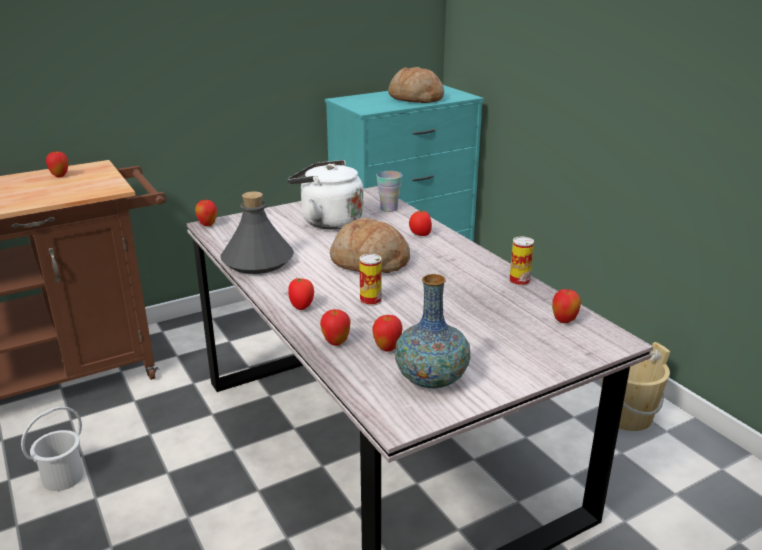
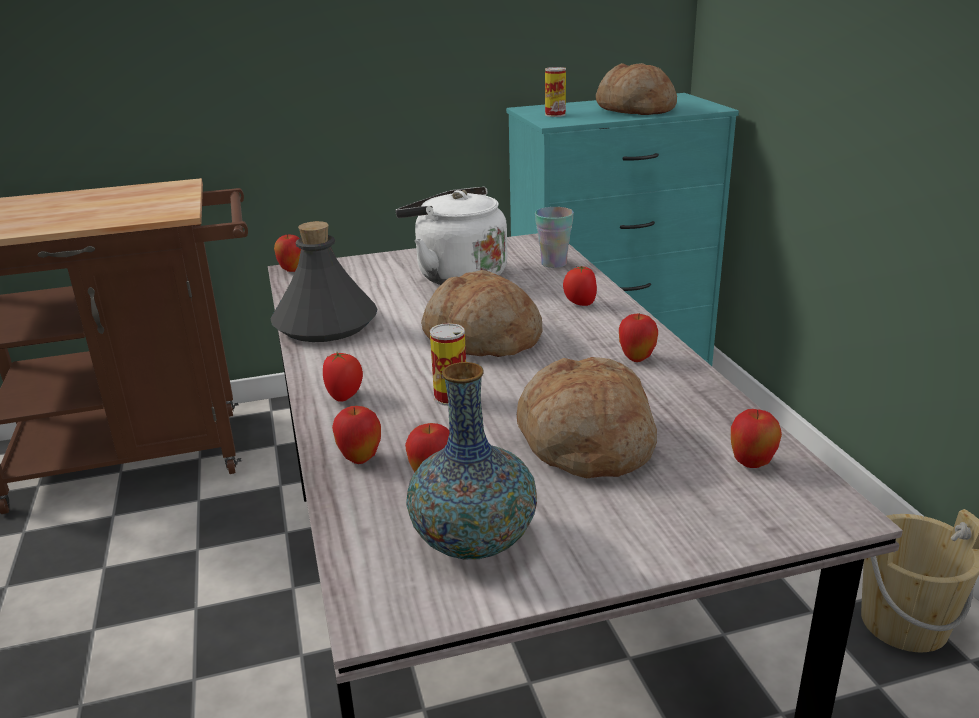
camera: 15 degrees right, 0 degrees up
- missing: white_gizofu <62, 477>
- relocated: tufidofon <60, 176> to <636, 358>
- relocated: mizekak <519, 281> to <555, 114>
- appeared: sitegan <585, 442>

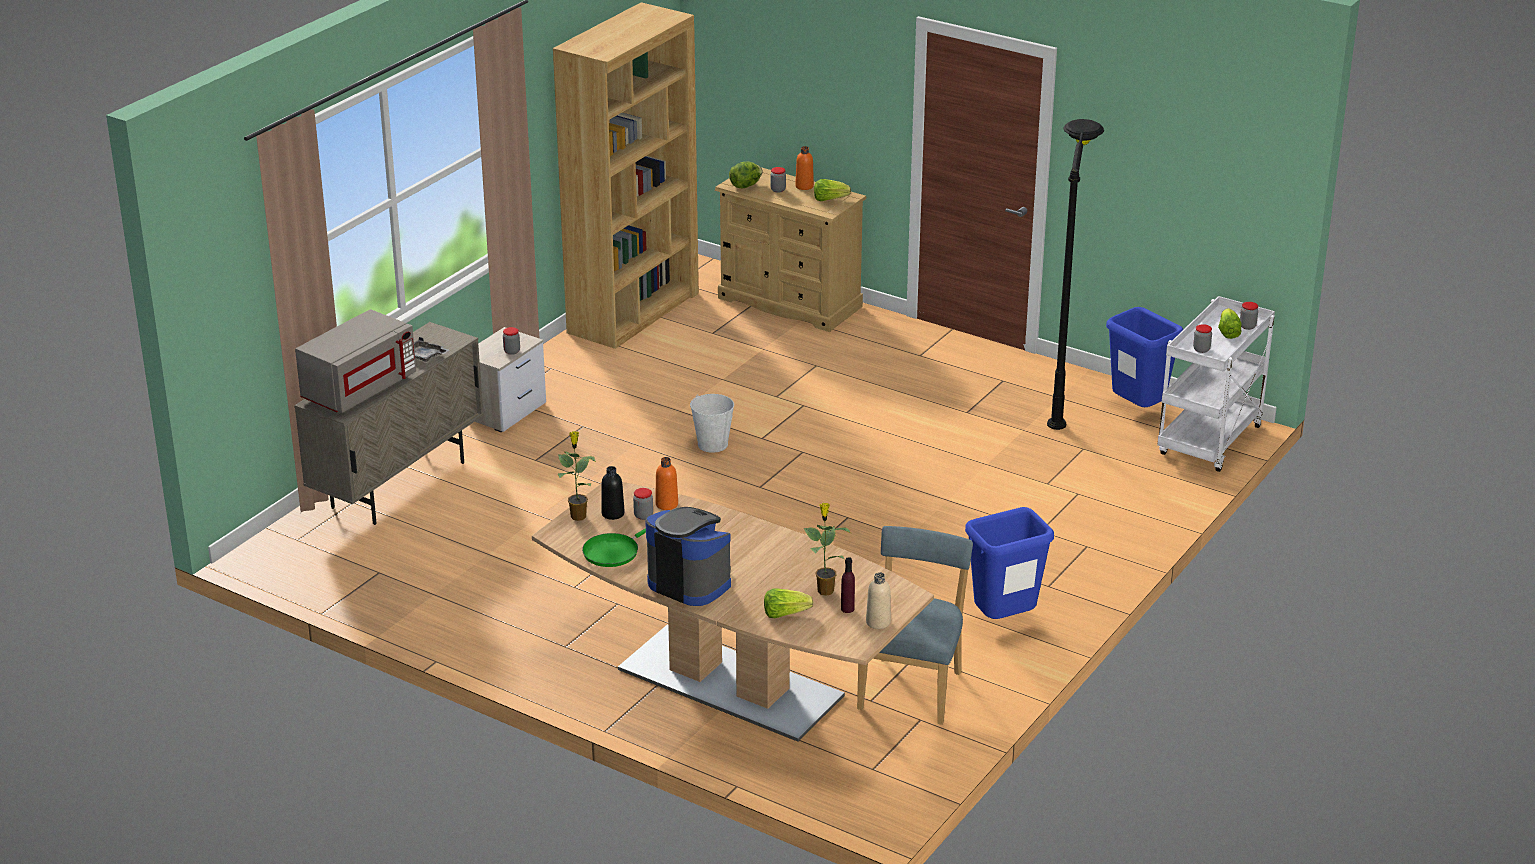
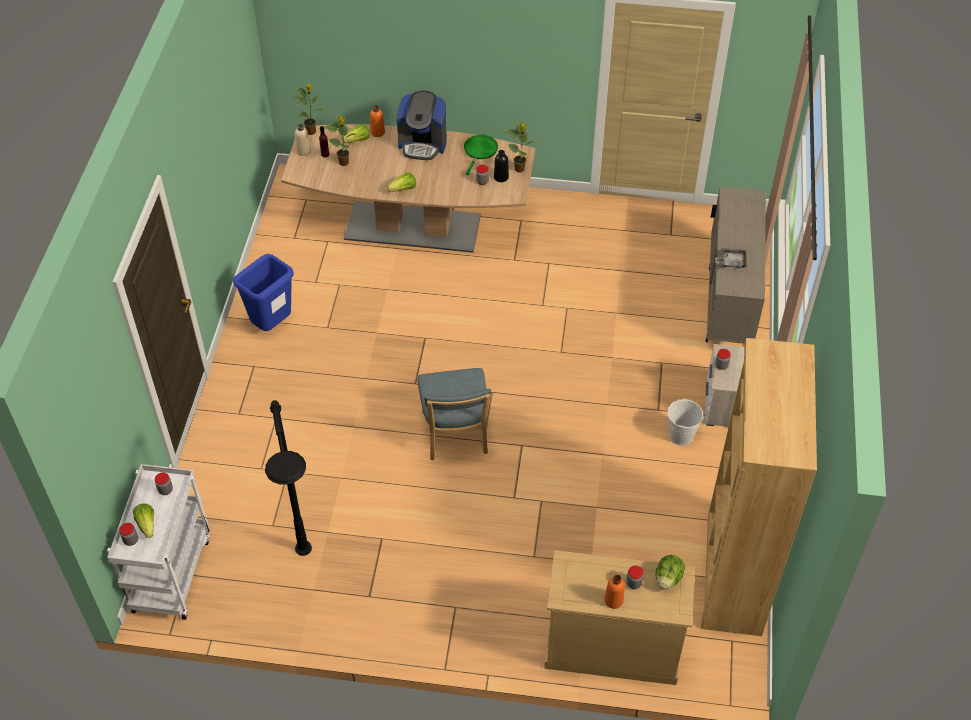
camera: 155 degrees right, 20 degrees up
- missing: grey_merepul <359, 389>
- relocated: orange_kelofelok <666, 504> to <377, 132>
- relocated: white_gizofu <713, 444> to <681, 436>
- relocated: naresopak <829, 199> to <403, 189>
- relocated: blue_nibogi <912, 688> to <455, 436>
- missing: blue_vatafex <1137, 411>
- appeared: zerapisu <311, 131>

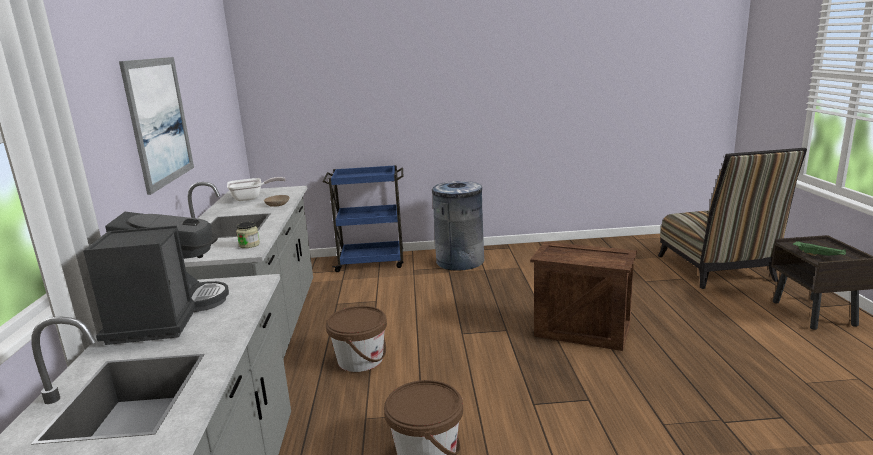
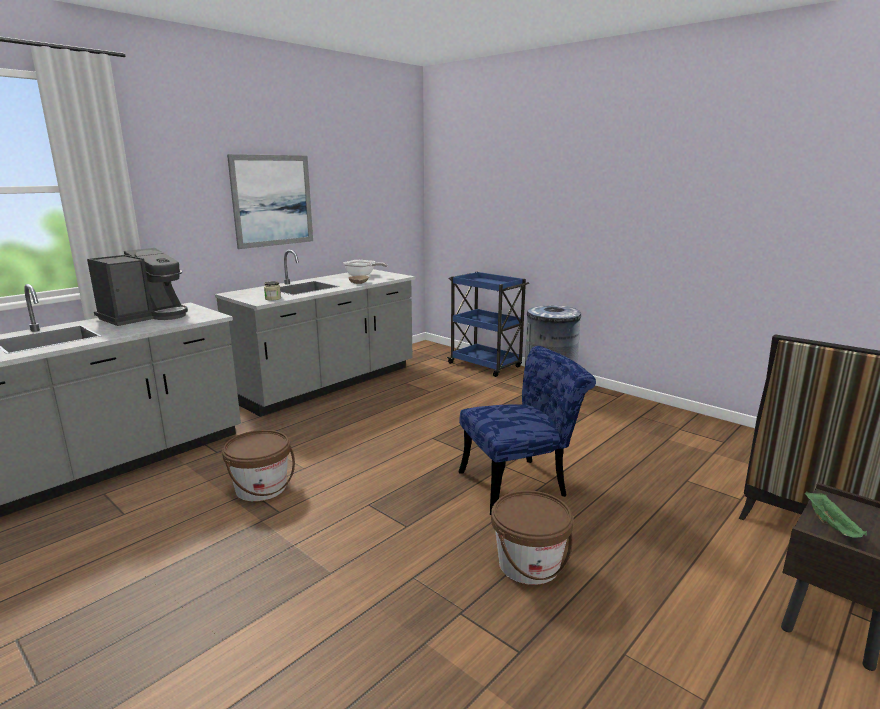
camera: 45 degrees right, 0 degrees up
- relocated: brown_gizofu <360, 360> to <529, 564>
- exchanged: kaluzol <583, 330> to blue_nibogi <521, 484>

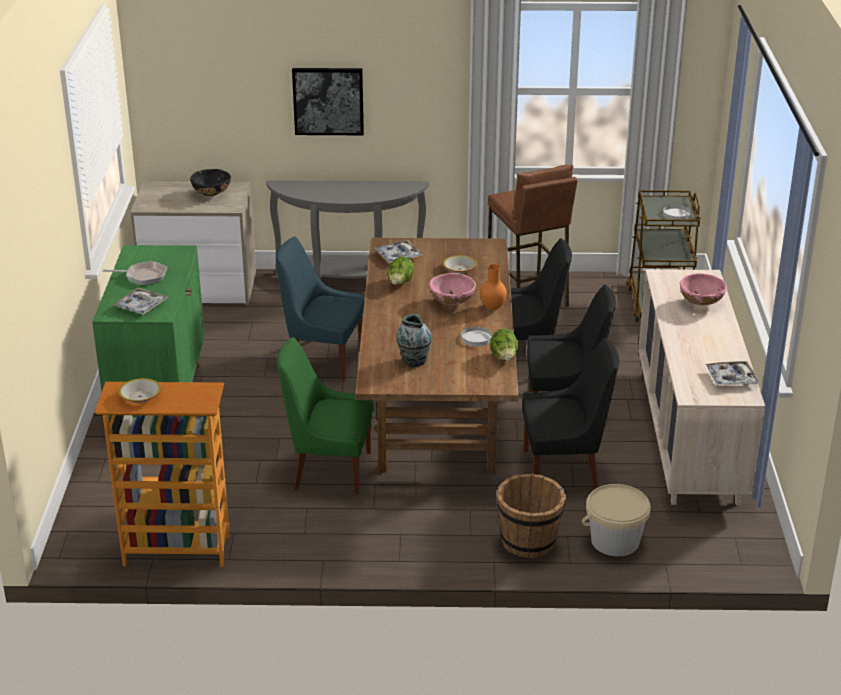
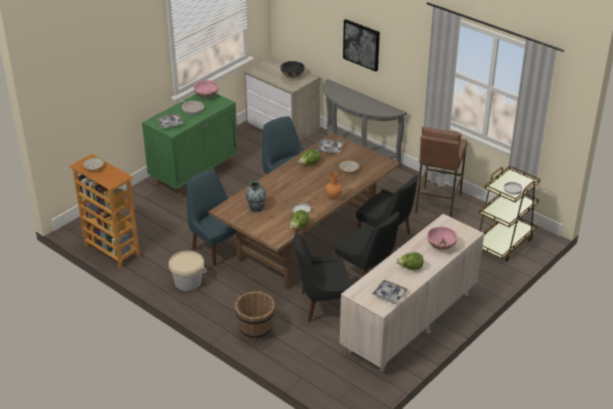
camera: 40 degrees right, 5 degrees up
- colour: green_nibogi <329, 470> to blue_nibogi <218, 248>
- relocated: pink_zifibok <452, 303> to <206, 96>
- spun: black_nibogi <564, 470> = <321, 305> 135 degrees clockwise
- relocated: beige_gizofu <615, 541> to <188, 282>
- appeared: naresopak <410, 268>

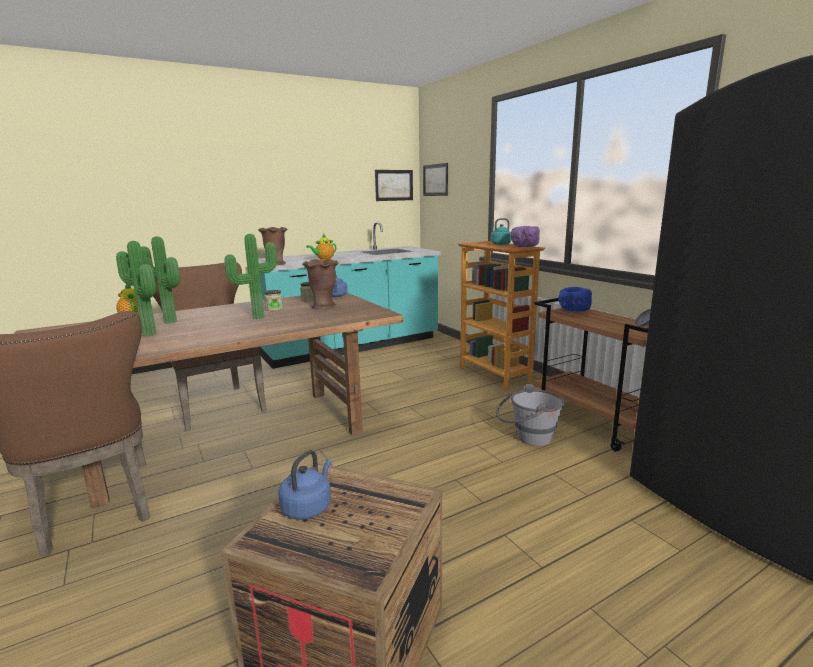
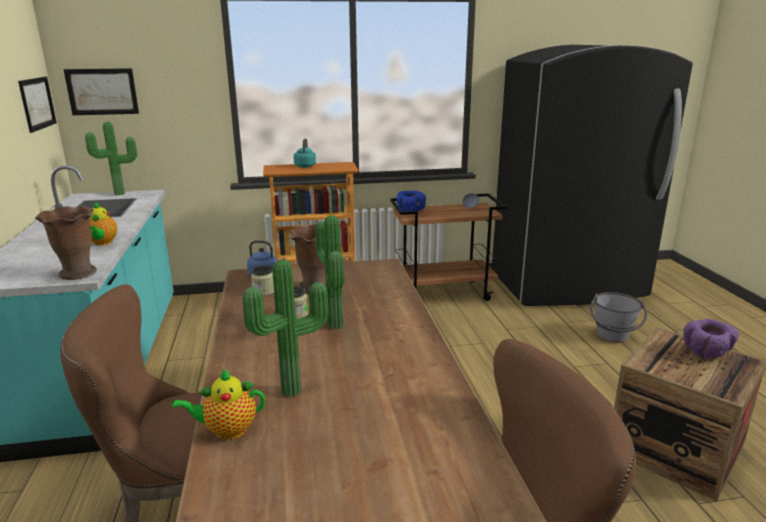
camera: 70 degrees left, 5 degrees up
- relocated: zerapisu <147, 335> to <120, 194>
- missing: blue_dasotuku <308, 507>
- relocated: grey_gizofu <527, 438> to <613, 338>
- relocated: purple_zifibok <524, 246> to <706, 353>

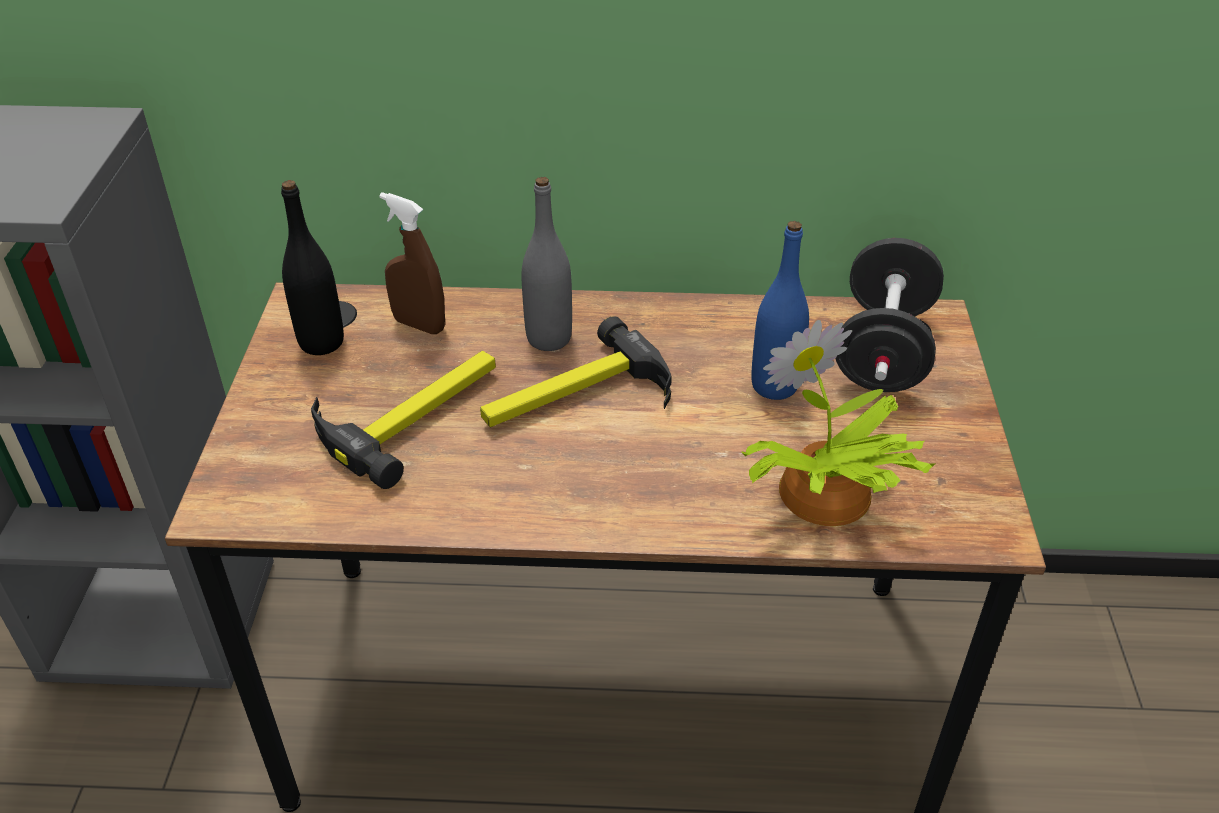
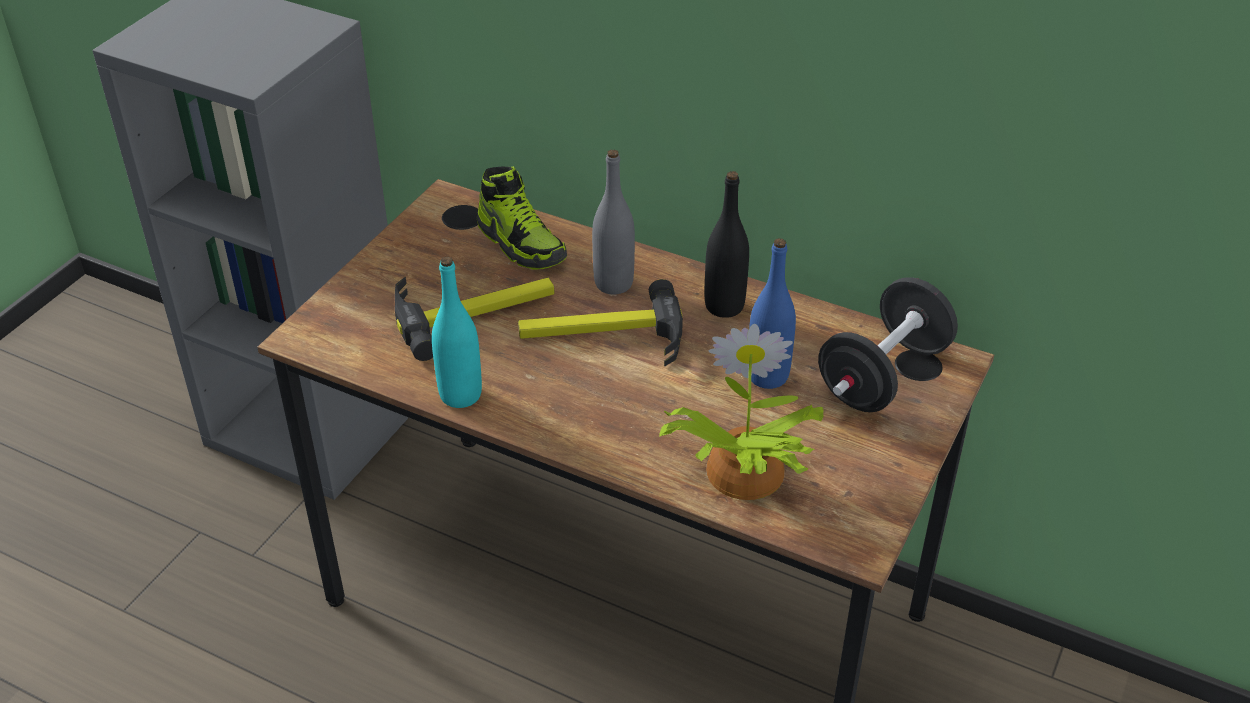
camera: 25 degrees right, 0 degrees up
- relocated: black_kelofelok <321, 342> to <724, 306>
- exchanged: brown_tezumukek <419, 325> to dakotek <521, 243>
- appeared: turquoise_kelofelok <460, 395>

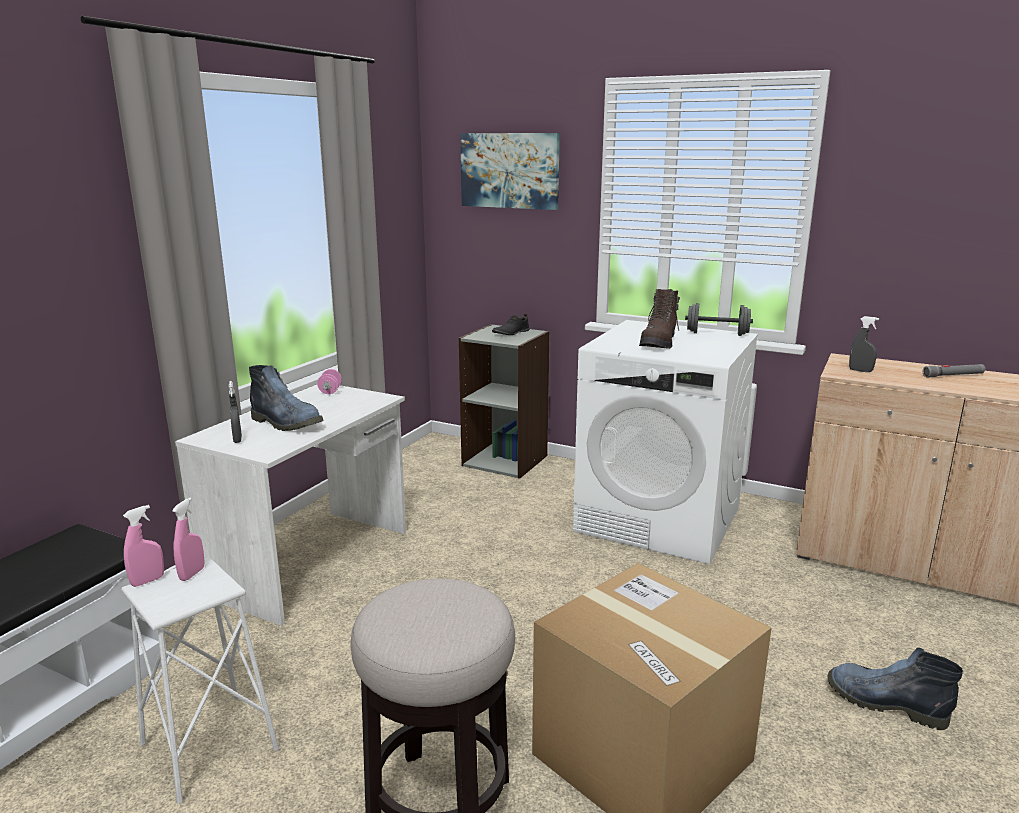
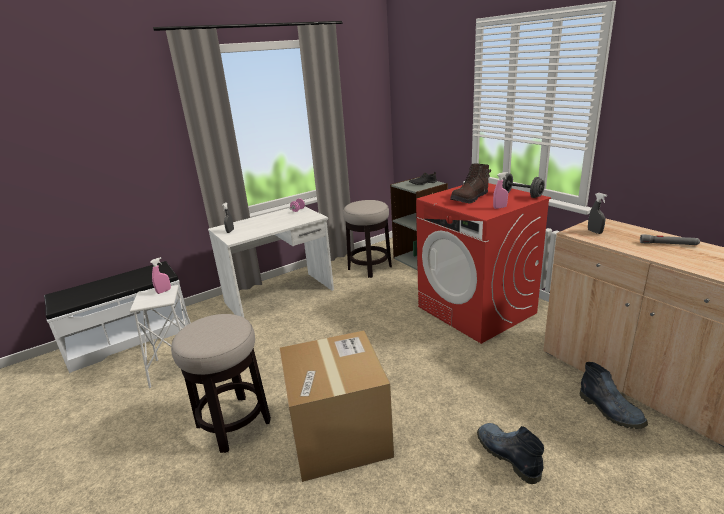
camera: 30 degrees right, 5 degrees up
- relocated: pink_tezumukek <147, 581> to <500, 207>
- relocated: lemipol <287, 423> to <611, 411>
- missing: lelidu <510, 170>
- colour: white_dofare <659, 520> to red_dofare <476, 310>
- appeared: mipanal <369, 268>

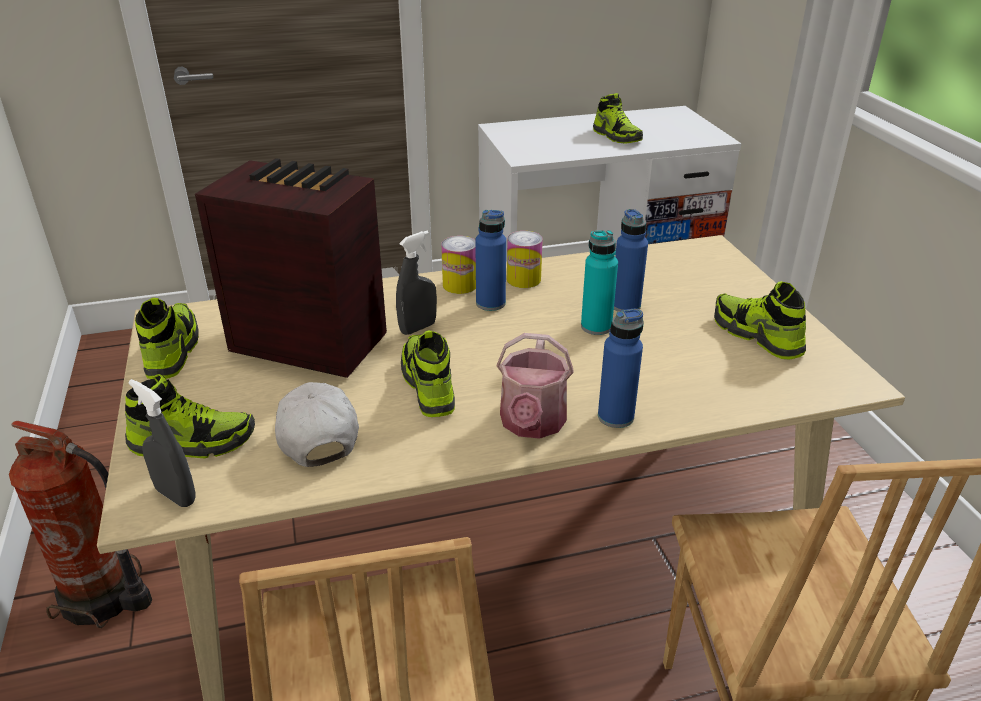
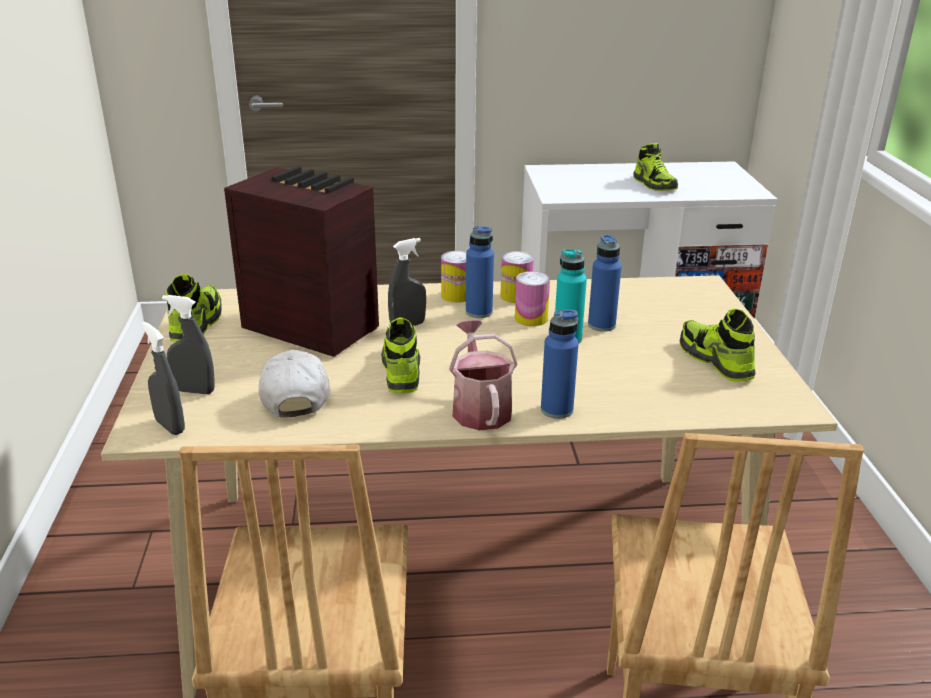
camera: 10 degrees right, 5 degrees down
- missing: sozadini <103, 598>
- exchanged: dakotek <193, 442> to grey_tezumukek <194, 391>
- spun: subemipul <531, 424> = <480, 407> 150 degrees clockwise
- appeared: mizekak <531, 318>

